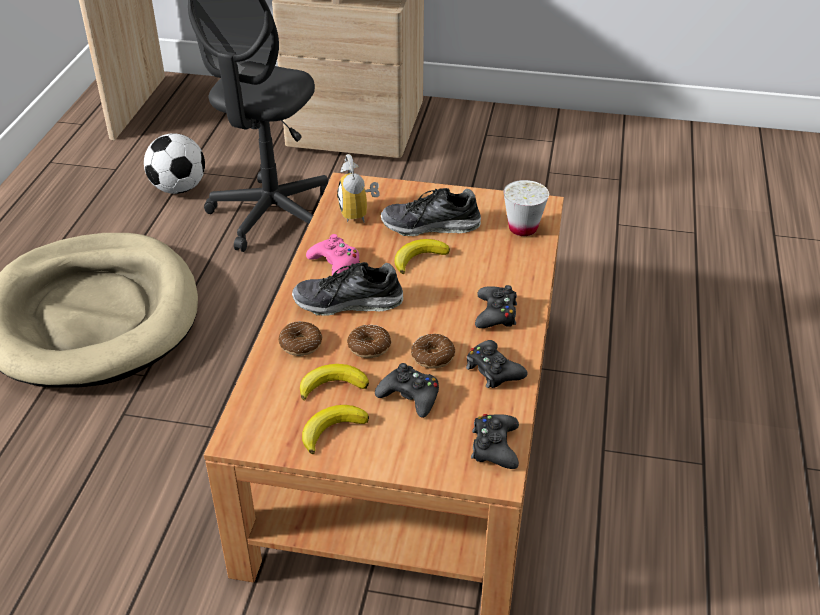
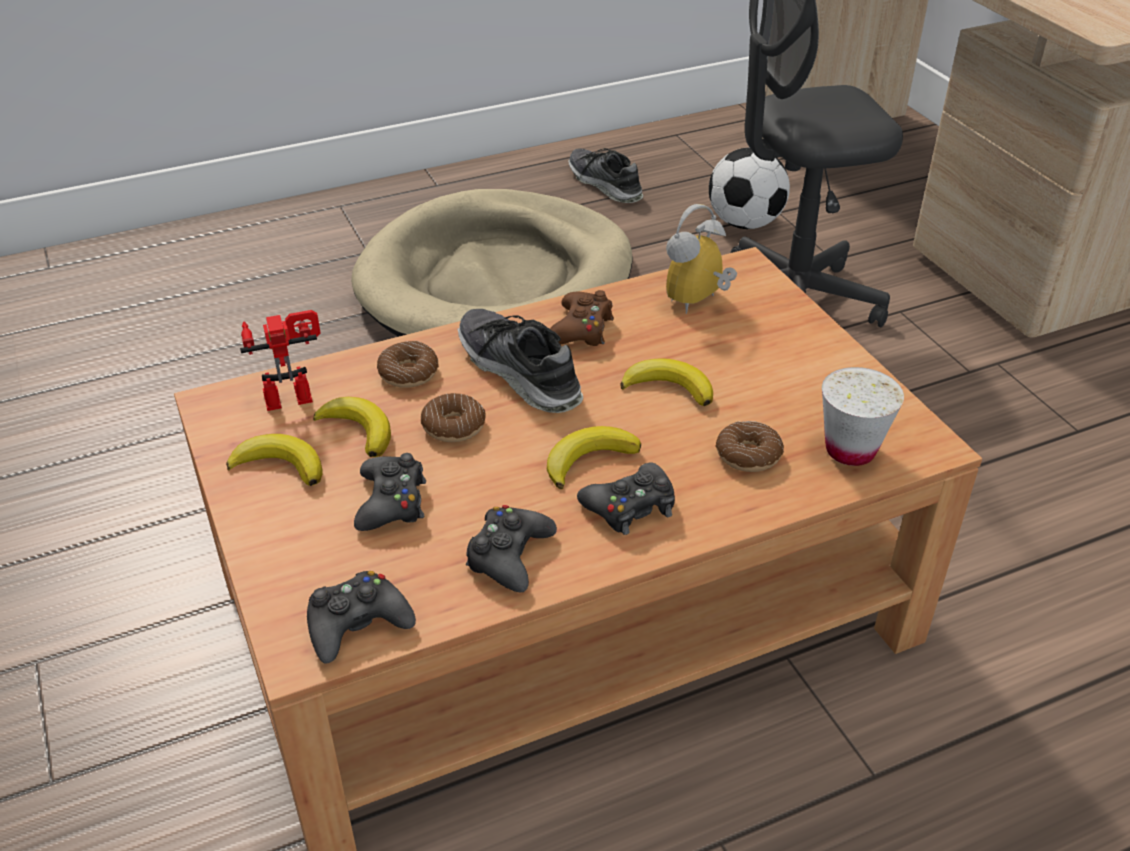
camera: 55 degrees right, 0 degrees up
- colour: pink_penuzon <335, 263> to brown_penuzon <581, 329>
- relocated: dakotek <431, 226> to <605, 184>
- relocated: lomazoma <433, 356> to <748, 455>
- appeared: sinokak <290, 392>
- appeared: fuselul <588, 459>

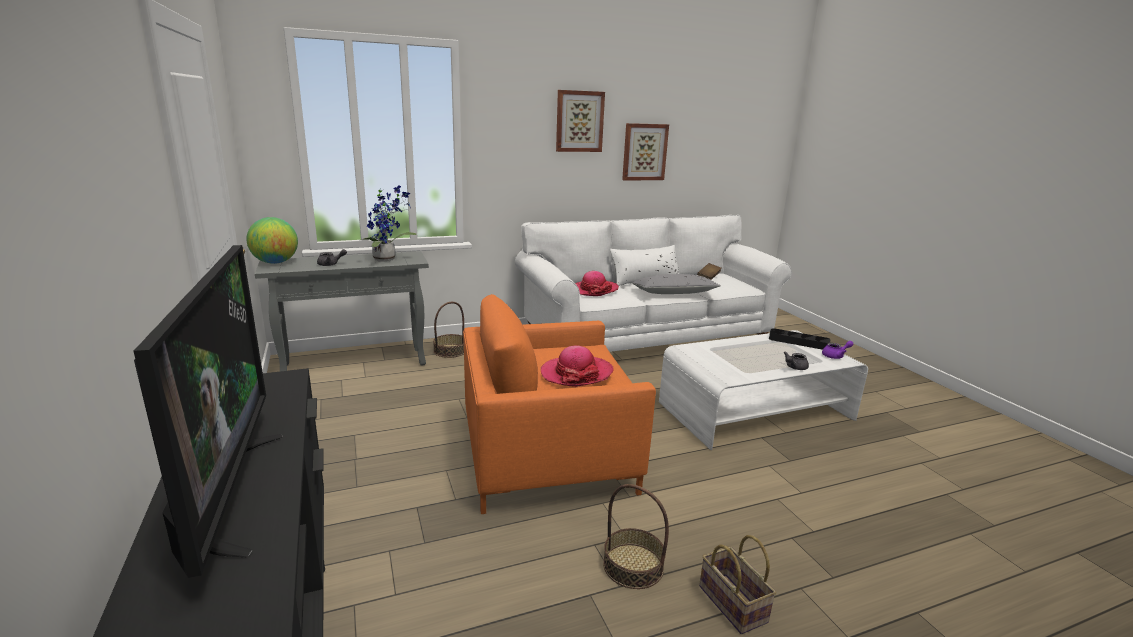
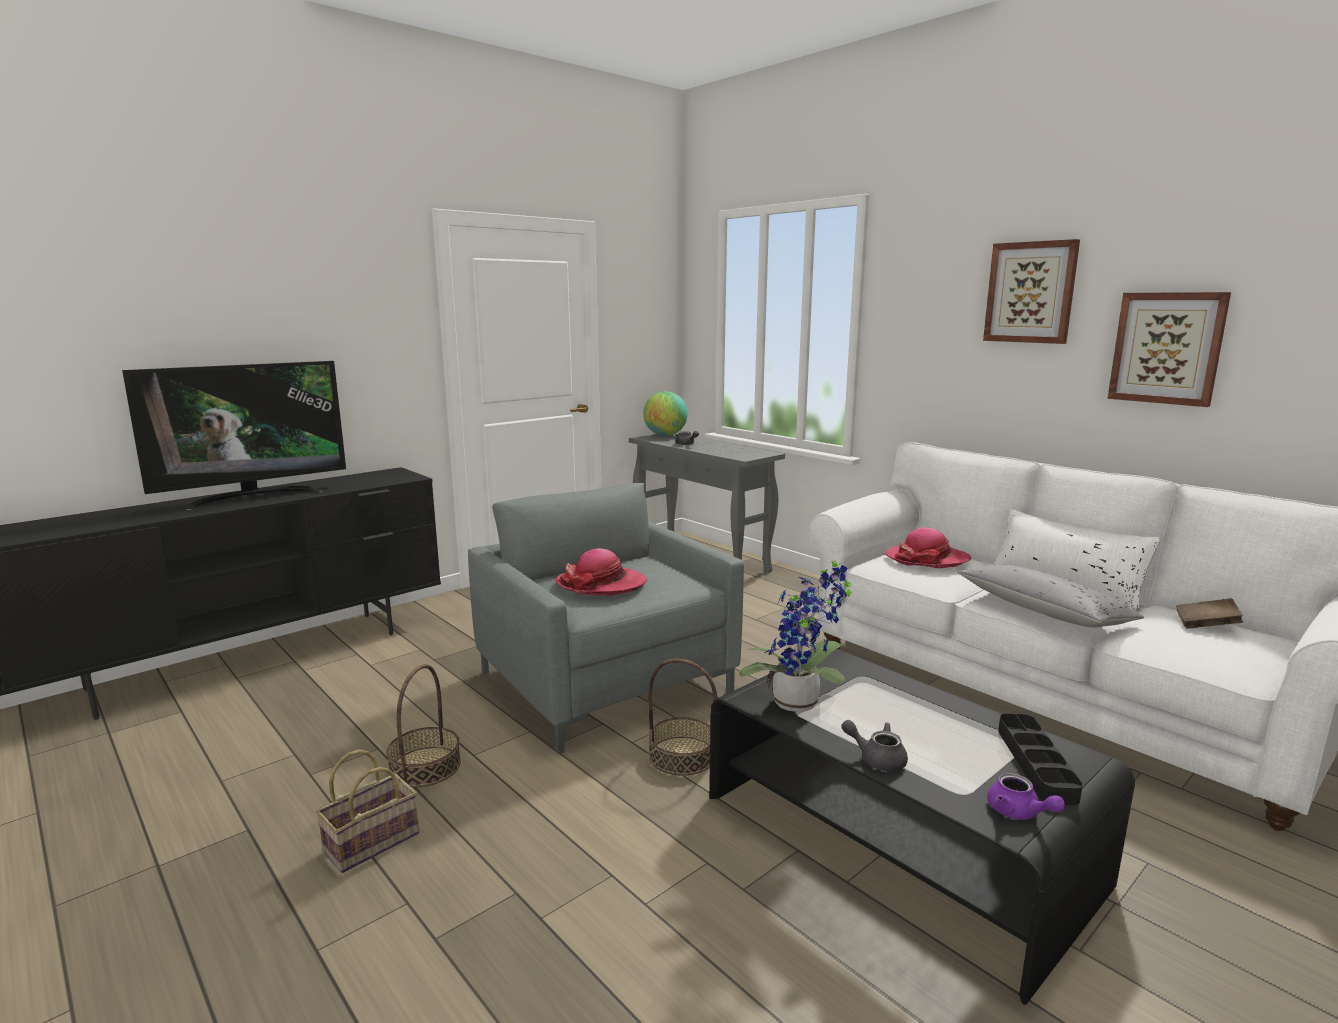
camera: 70 degrees right, 5 degrees down
- relocated: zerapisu <387, 259> to <801, 705>
- relocated: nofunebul <450, 351> to <682, 756>
- colour: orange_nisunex <547, 455> to grey_nisunex <605, 682>
- colour: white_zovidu <755, 411> to black_zovidu <896, 838>

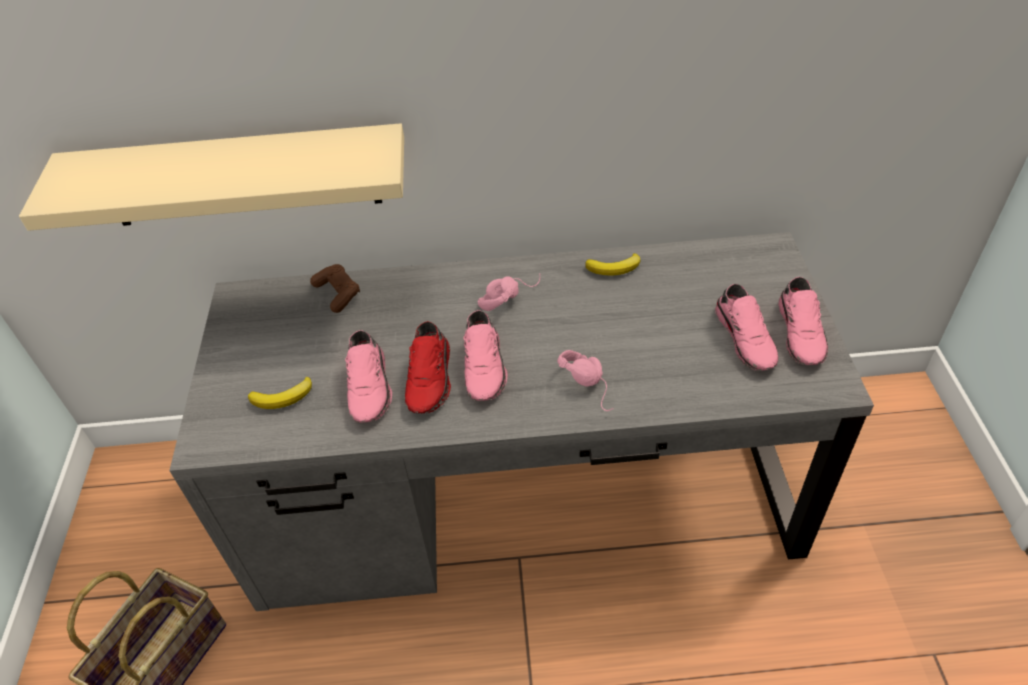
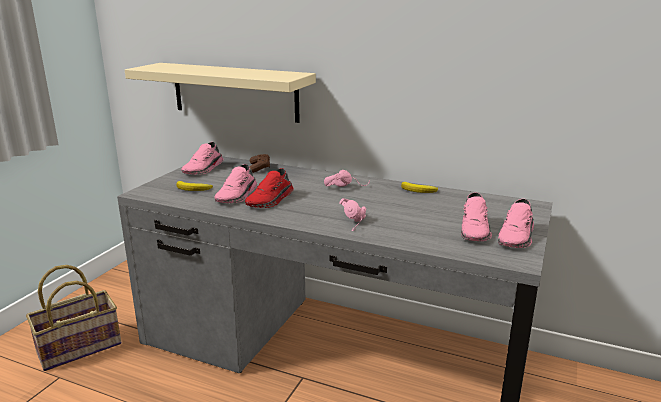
camera: 25 degrees right, 25 degrees down
- relocated: pink_dakotek <485, 367> to <204, 169>

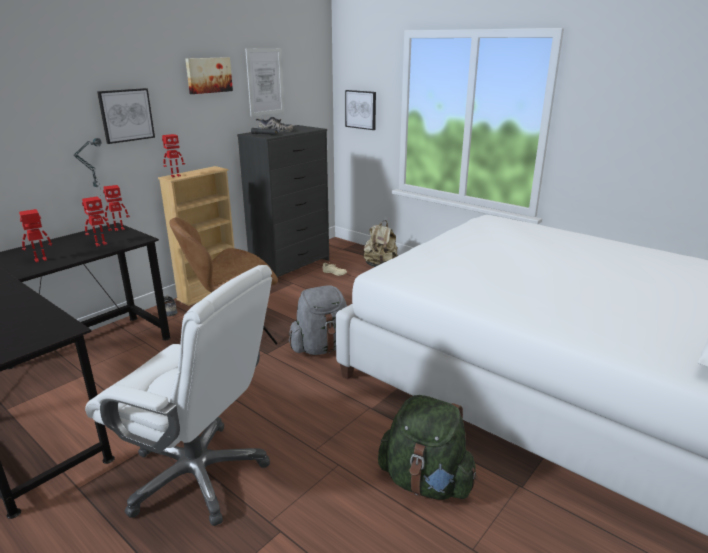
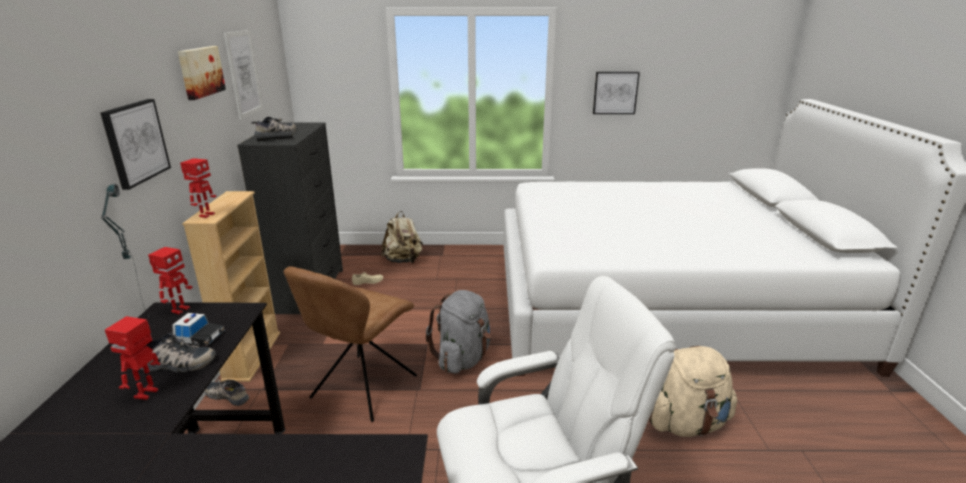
camera: 40 degrees left, 0 degrees up
- exchanged: sinokak <100, 244> to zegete <197, 337>
- relocated: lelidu <361, 109> to <615, 92>
- colour: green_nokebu <425, 482> to beige_nokebu <686, 423>
- appeared: dakotek <174, 364>

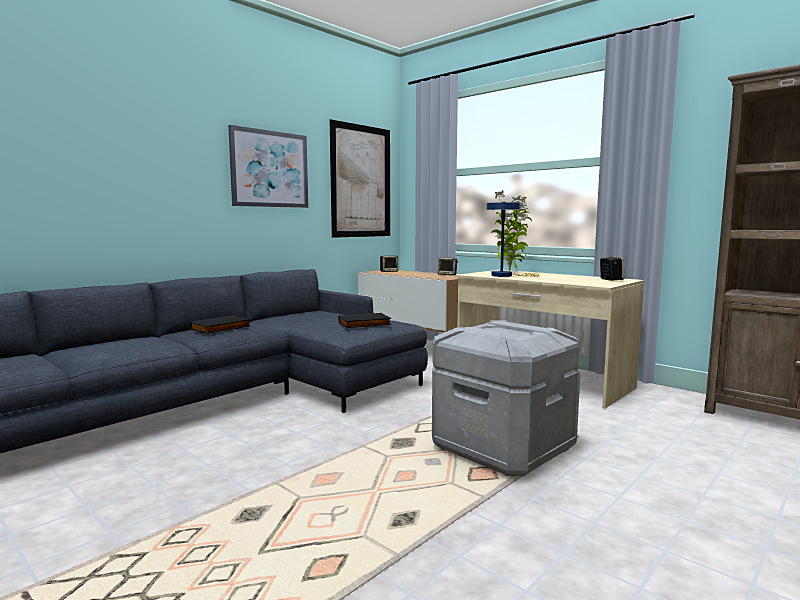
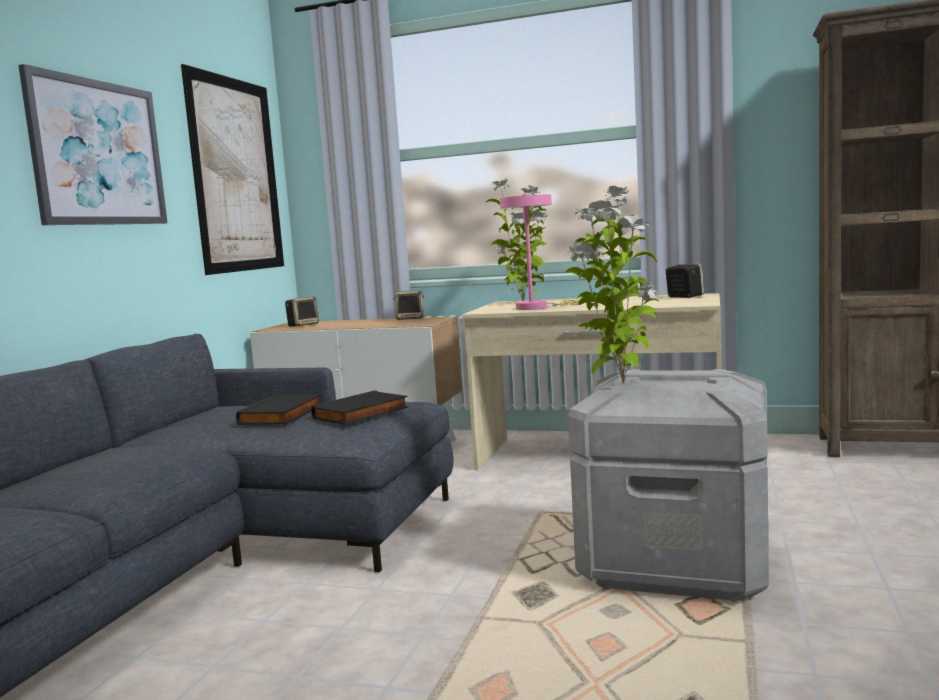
camera: 25 degrees left, 0 degrees up
- relocated: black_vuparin <221, 328> to <283, 415>
- colour: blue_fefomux <505, 275> to pink_fefomux <537, 307>
- appeared: zerapisu <620, 384>

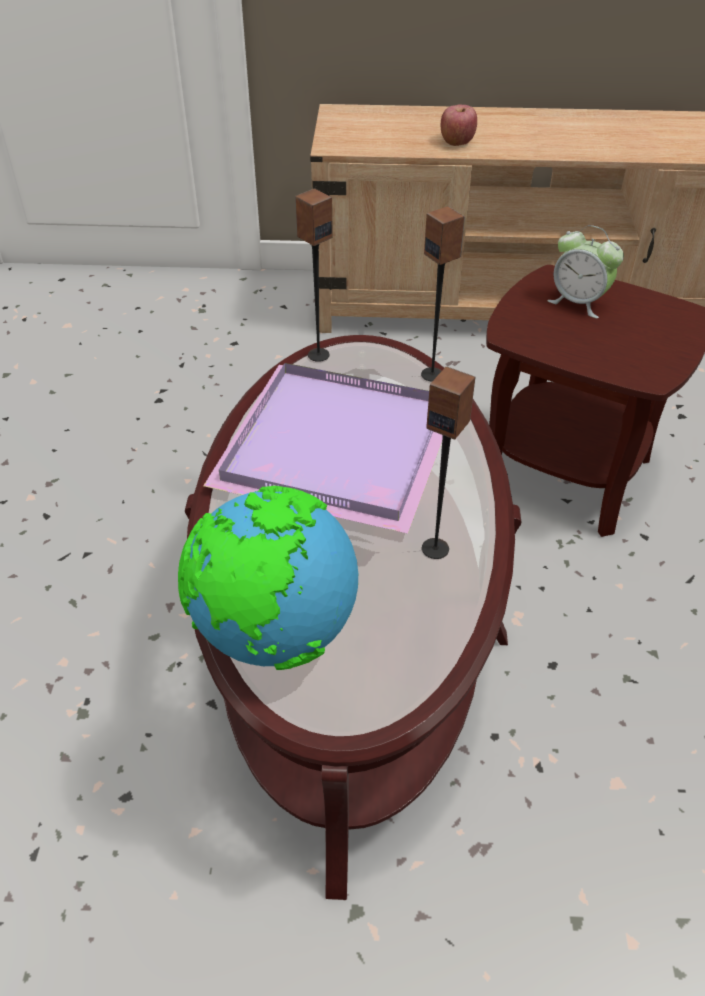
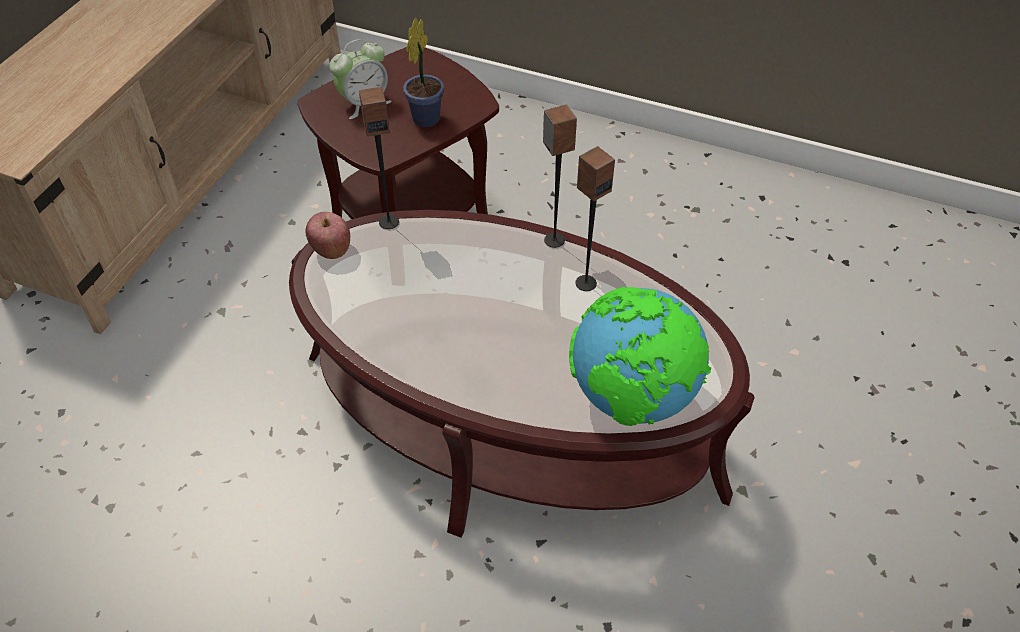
camera: 70 degrees left, 5 degrees up
- missing: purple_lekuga <332, 449>
- relocated: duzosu <318, 354> to <554, 240>
- relocated: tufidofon <457, 142> to <331, 250>
- appeared: zerapisu <427, 116>

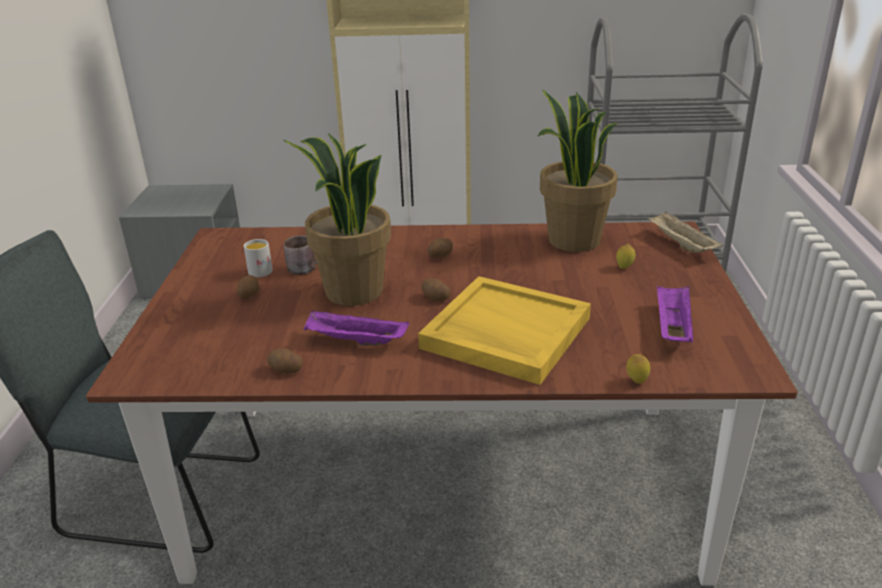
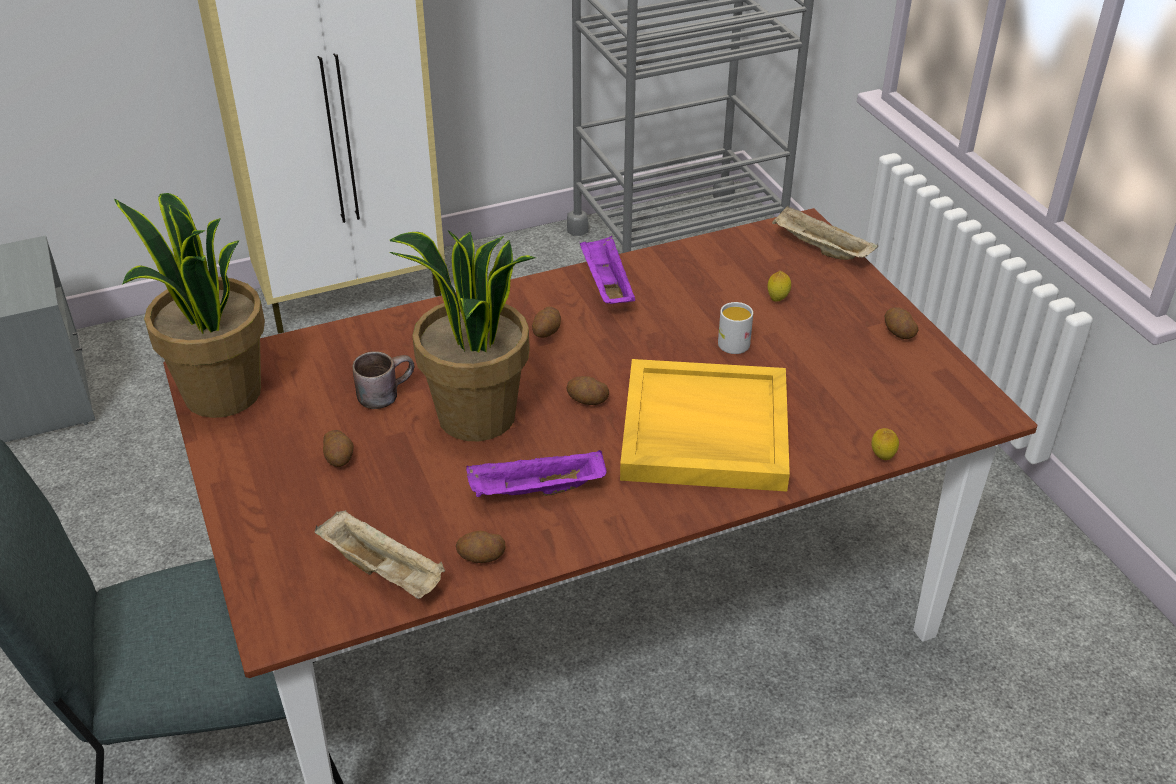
camera: 25 degrees left, 10 degrees up
- relocated: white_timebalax <262, 269> to <732, 341>
- relocated: zerapisu <573, 240> to <221, 394>
- relocated: purple_lekuga <672, 327> to <606, 286>
- appeared: beige_lekuga <384, 571>
- appeared: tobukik <898, 332>

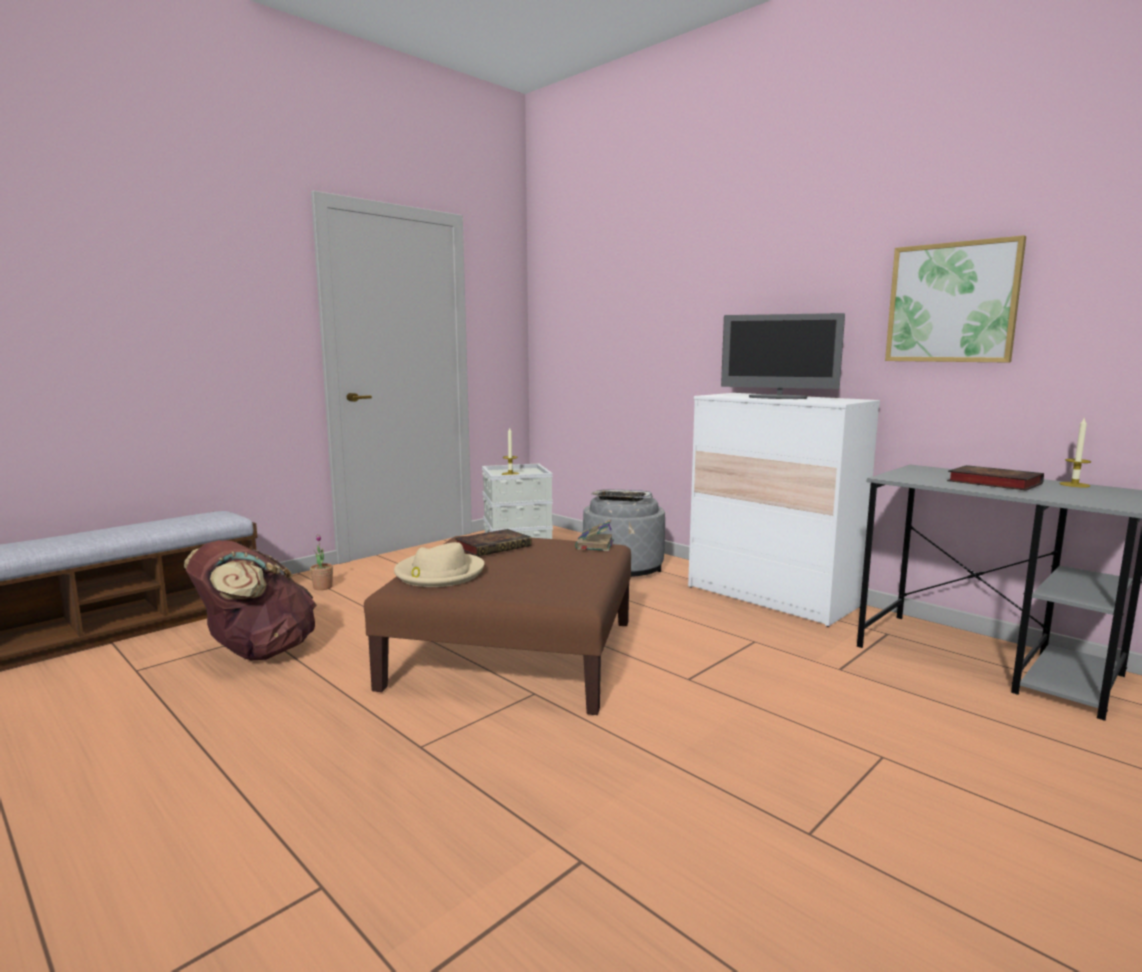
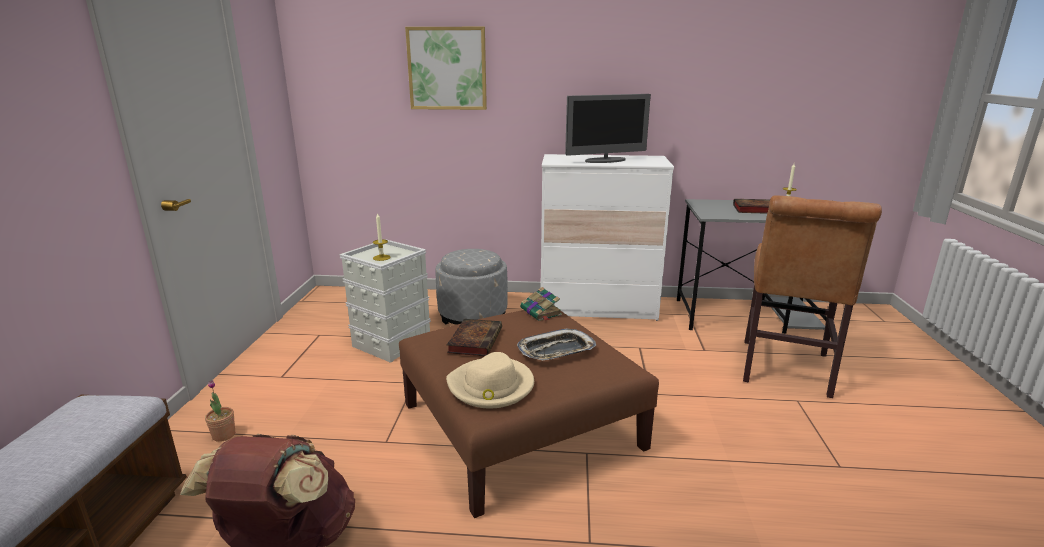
camera: 40 degrees left, 10 degrees up
- relocated: lekuga <621, 499> to <556, 351>
- relocated: lelidu <952, 303> to <447, 68>
- appeared: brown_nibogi <785, 371>

